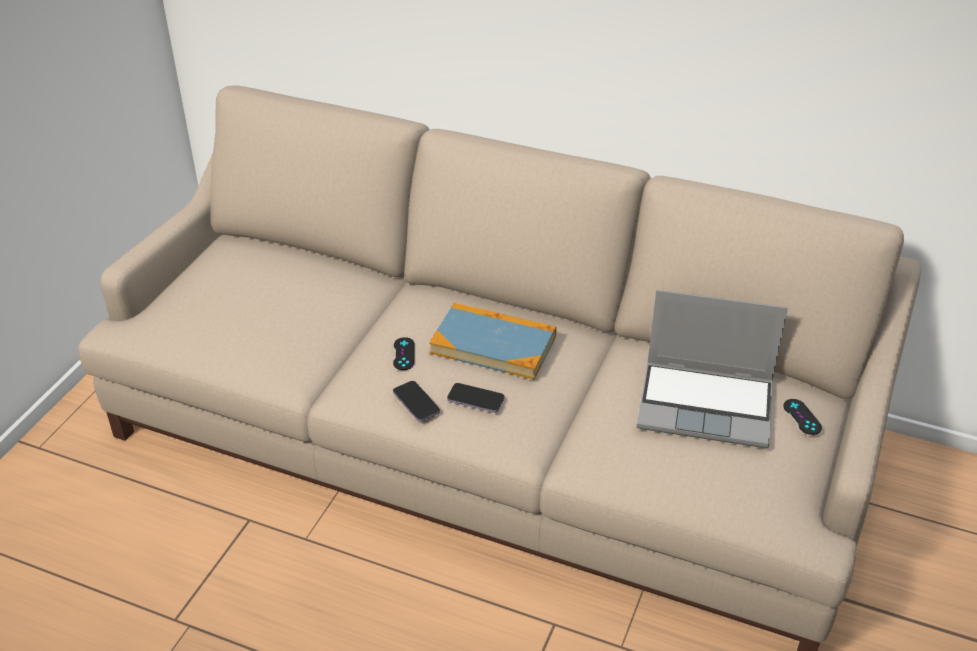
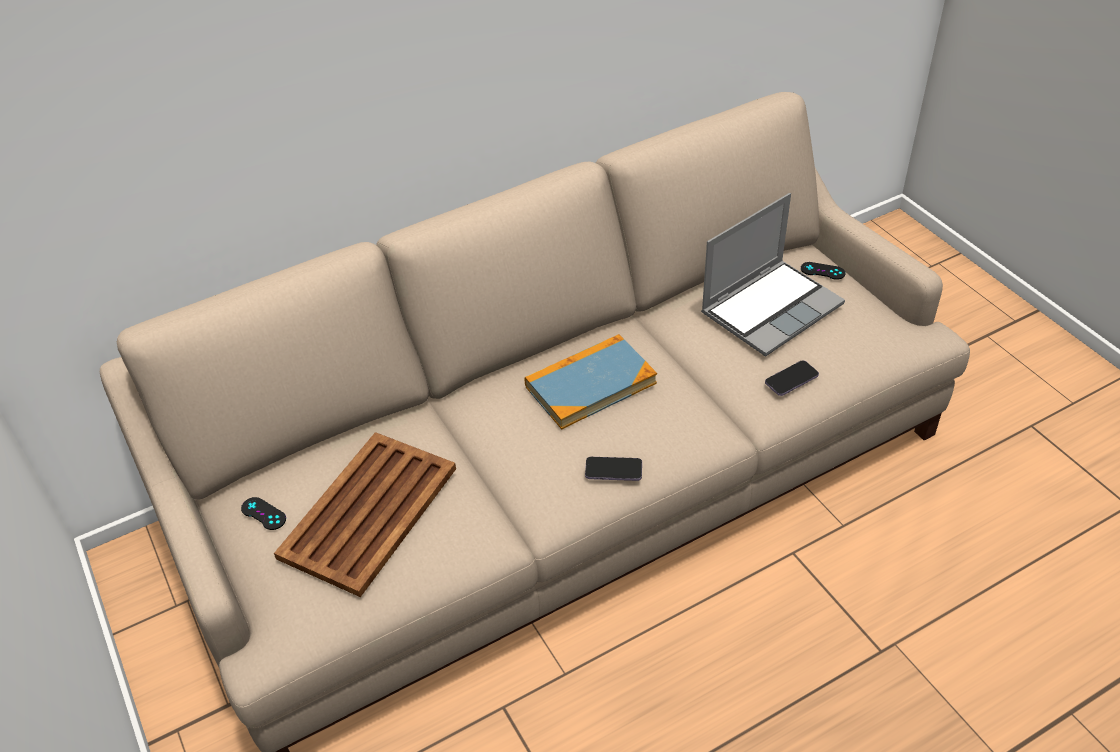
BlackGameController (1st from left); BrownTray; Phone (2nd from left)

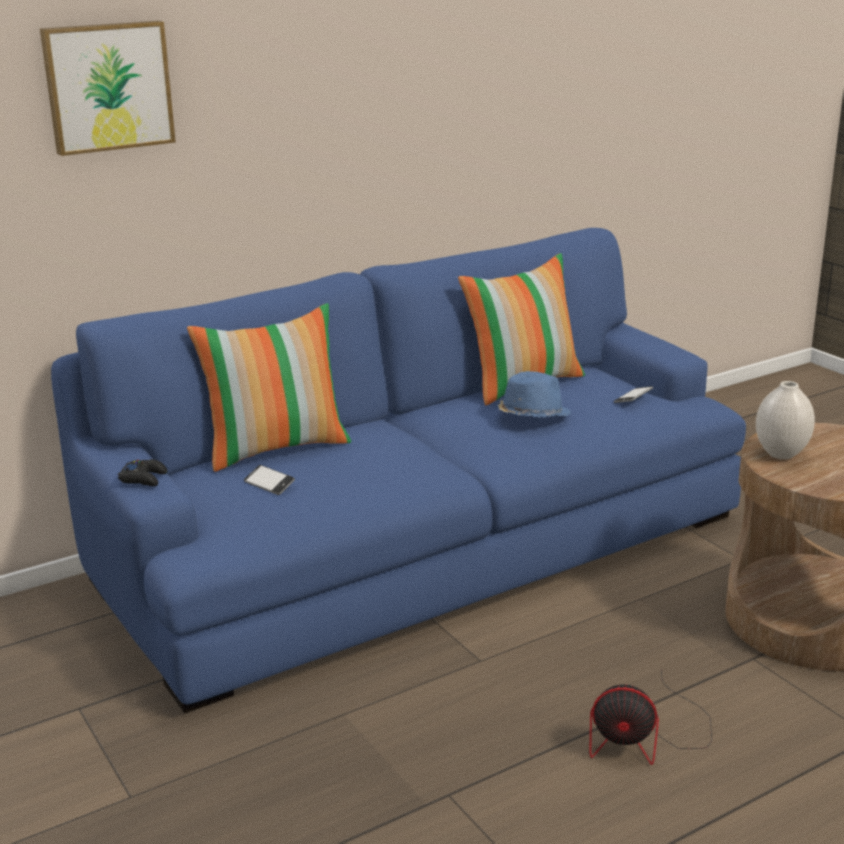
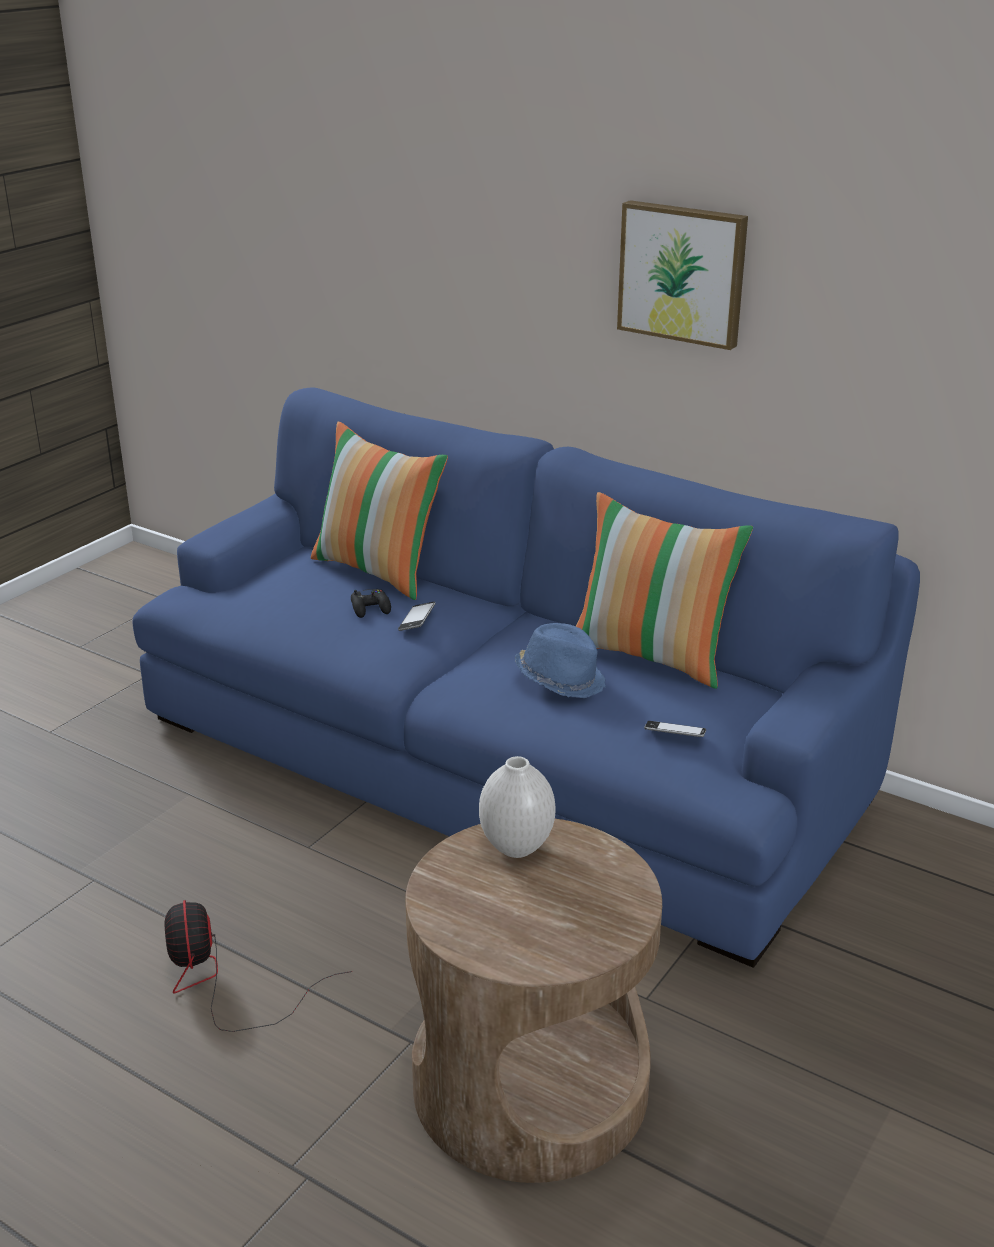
BlackGameController; Phone (1st from left); Picture

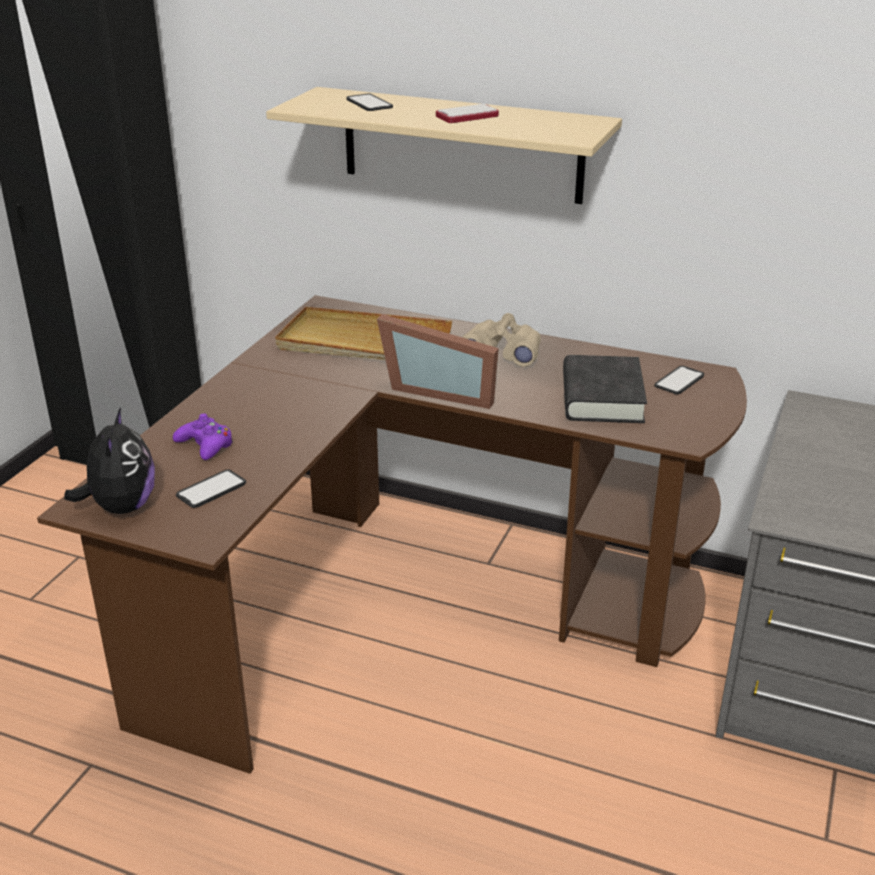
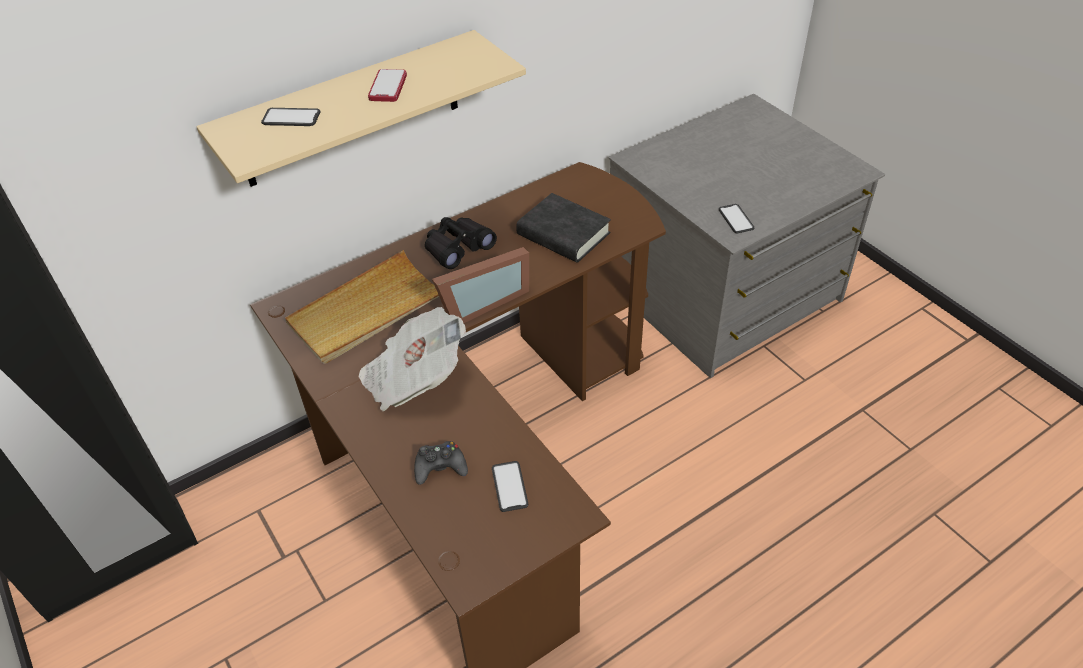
Newspaper; BlackGameController; BlackBinoculars; Phone (4th from left); PlushToy

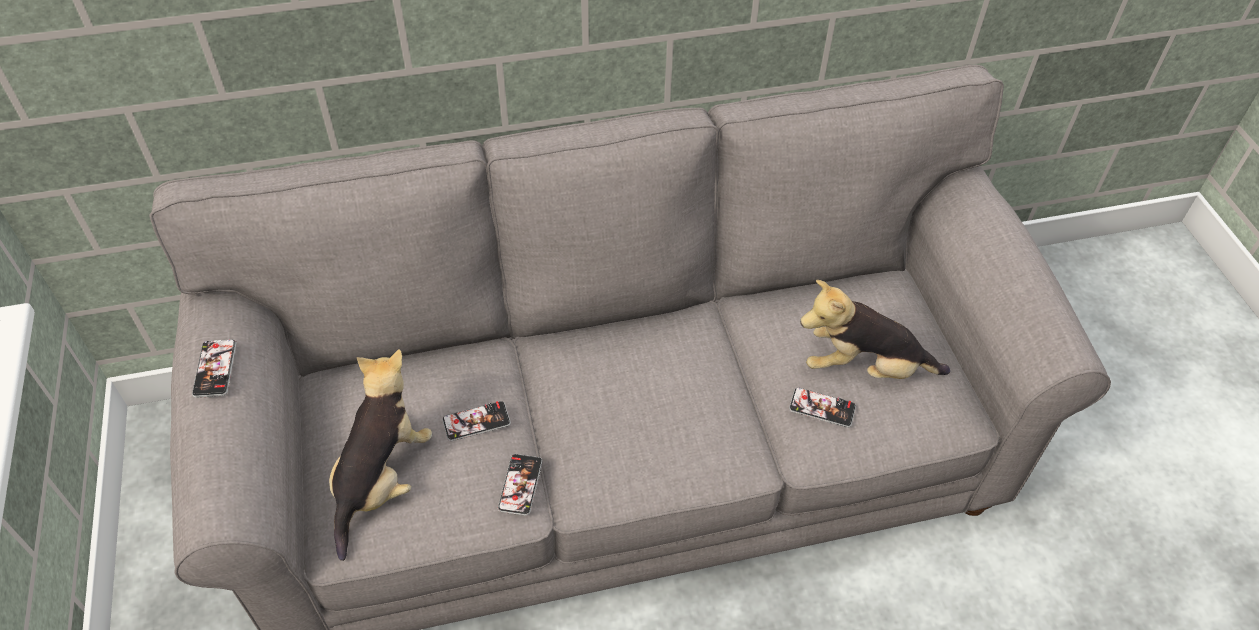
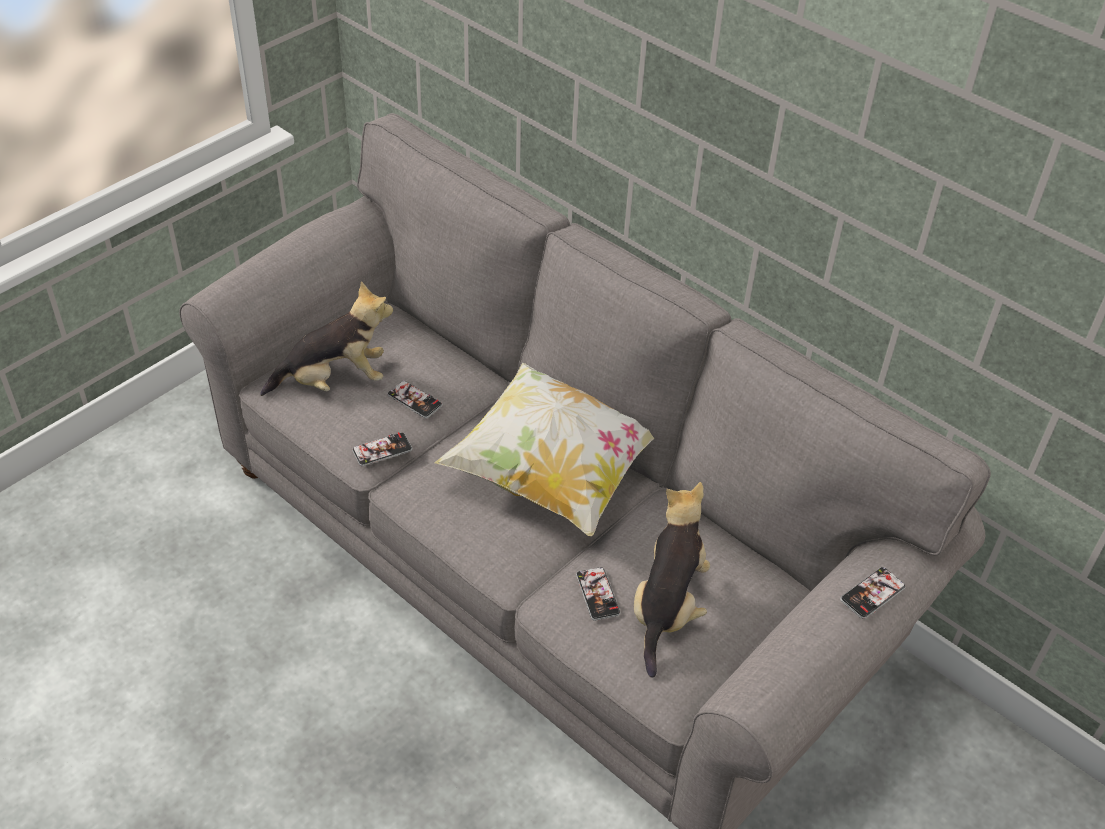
Pillow; PlushToy (2nd from left); Phone (4th from left)

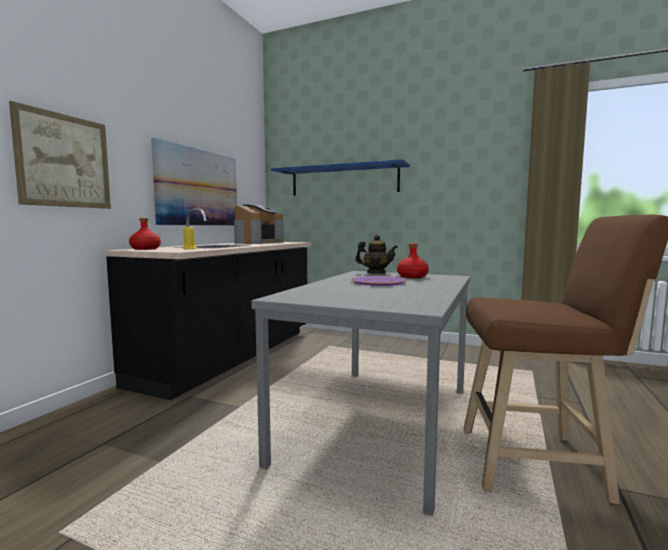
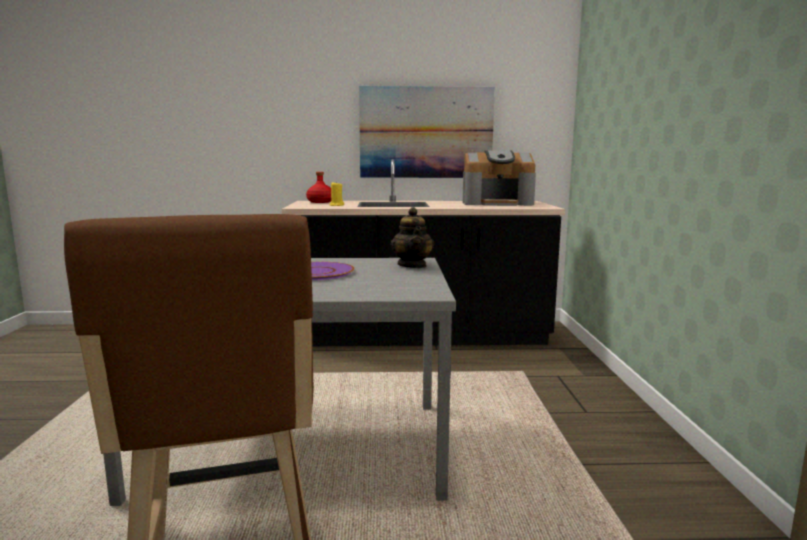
Picture (1st from left in the first image); BlueShelf; RedBottle (2nd from left in the first image)

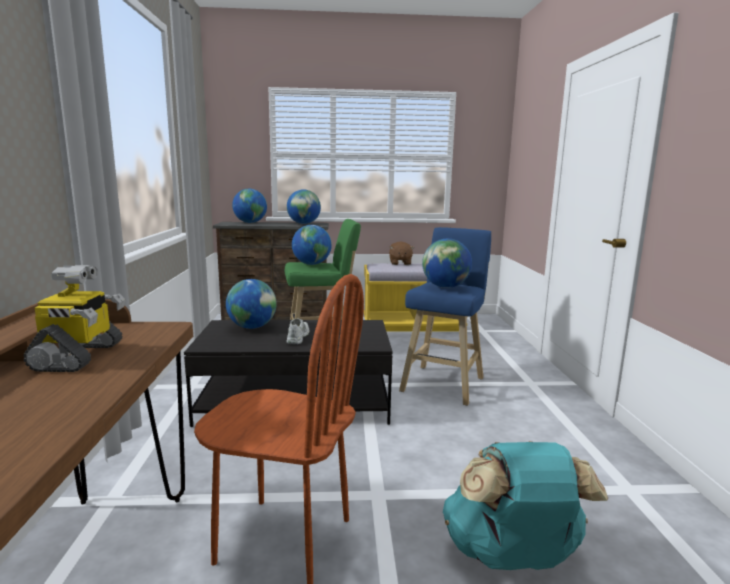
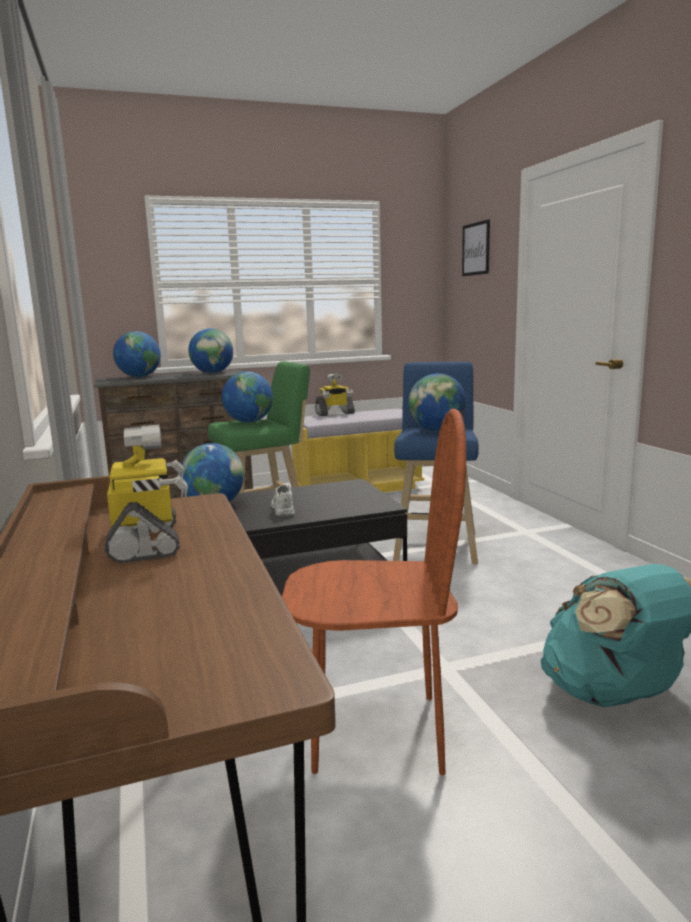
ToyRobot (2nd from left); Picture

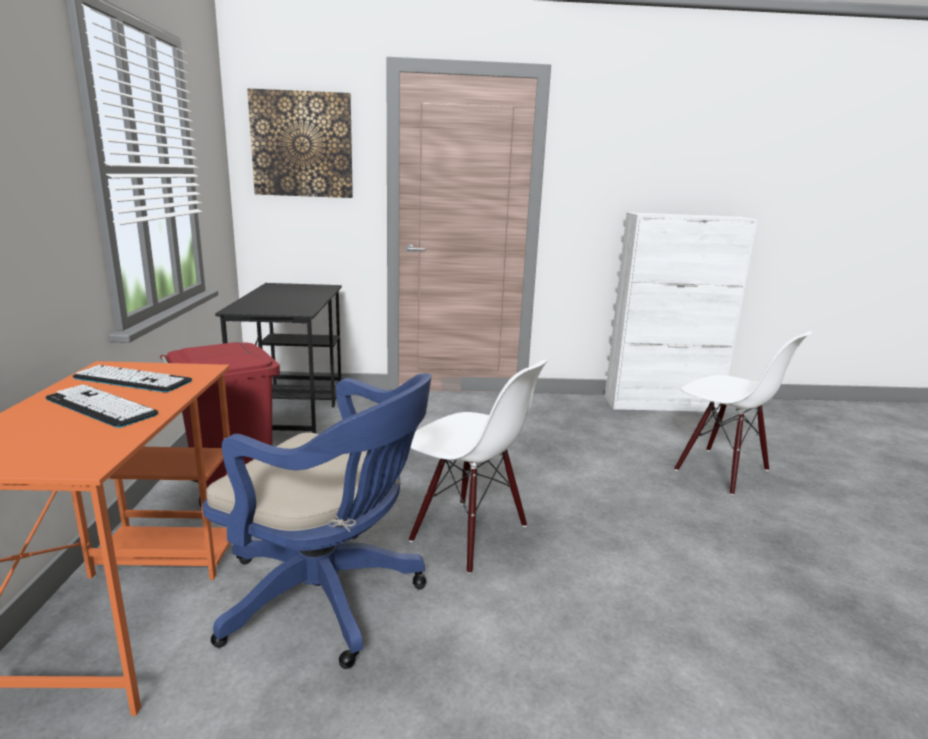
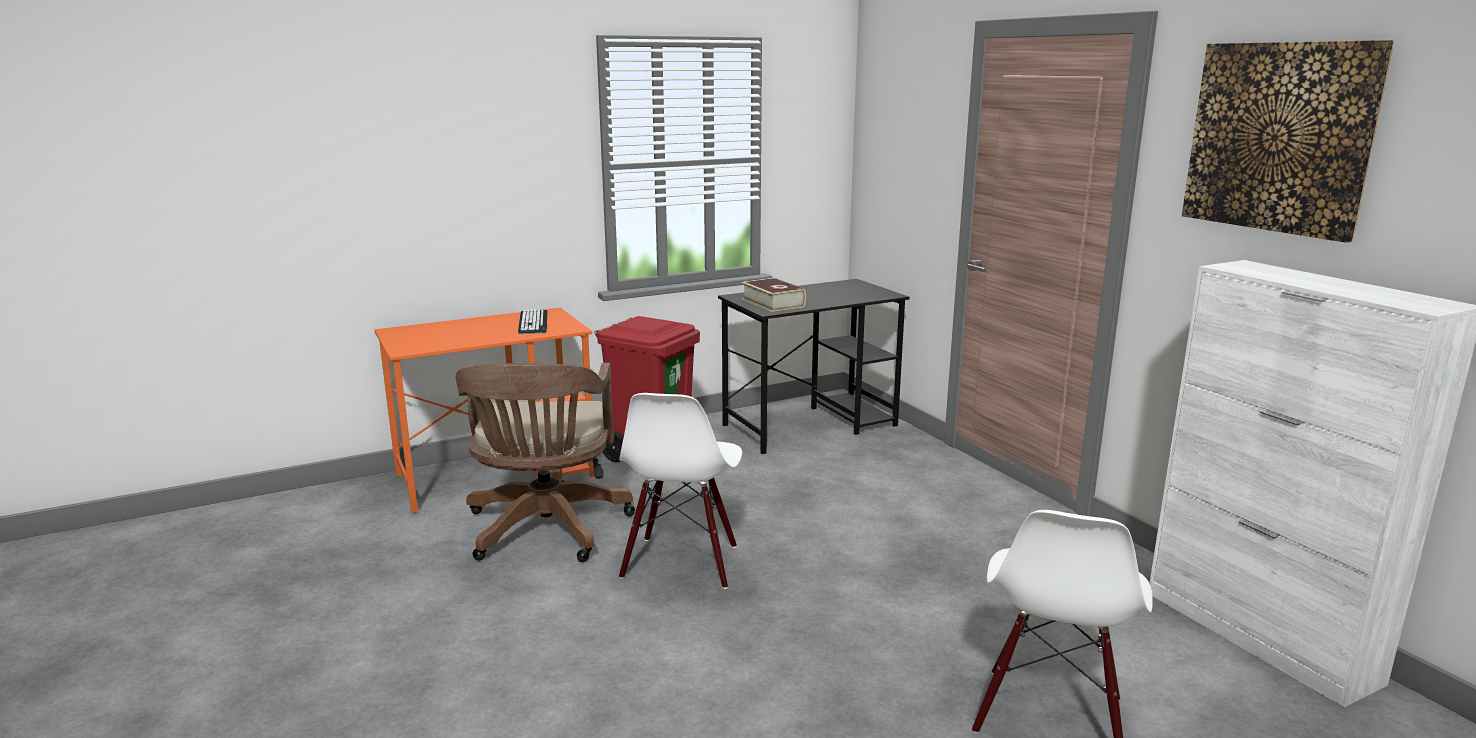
BrownOfficeChair; Book; Picture; Keyboard (1st from left in the first image)

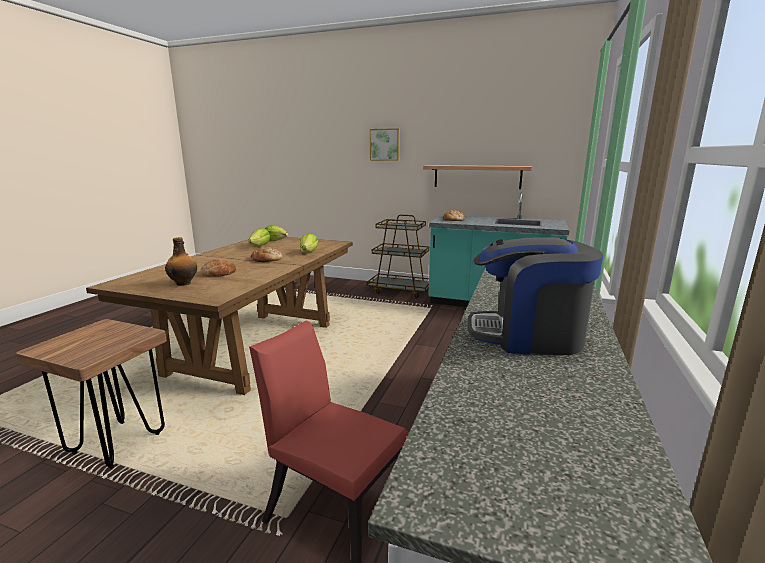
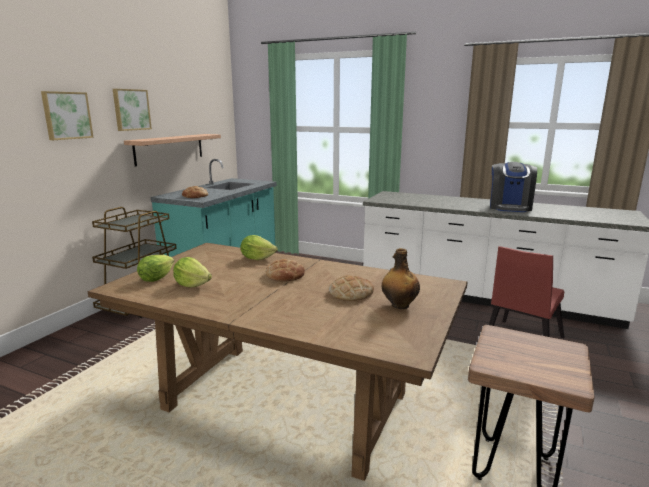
Picture (2nd from left)

